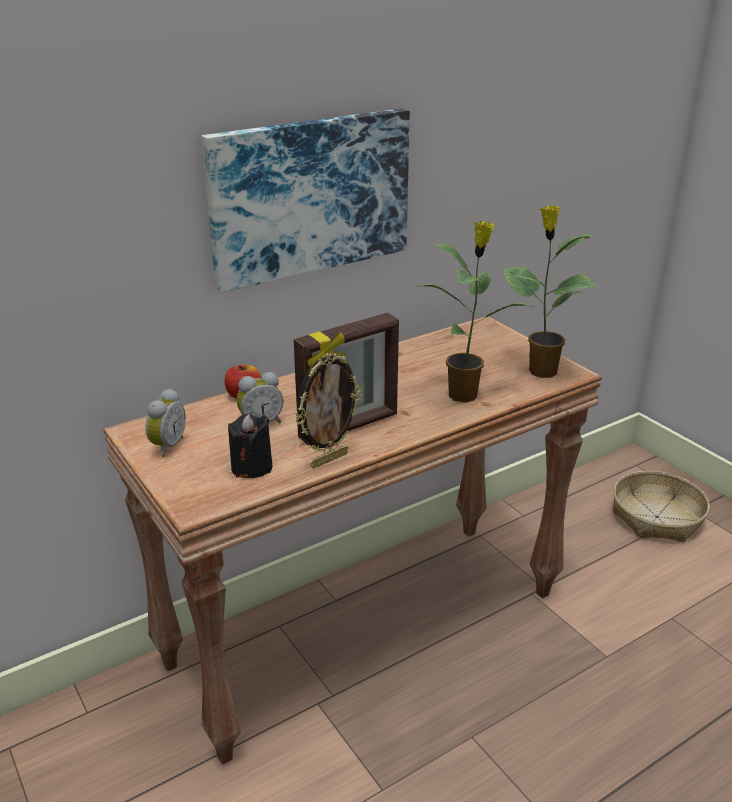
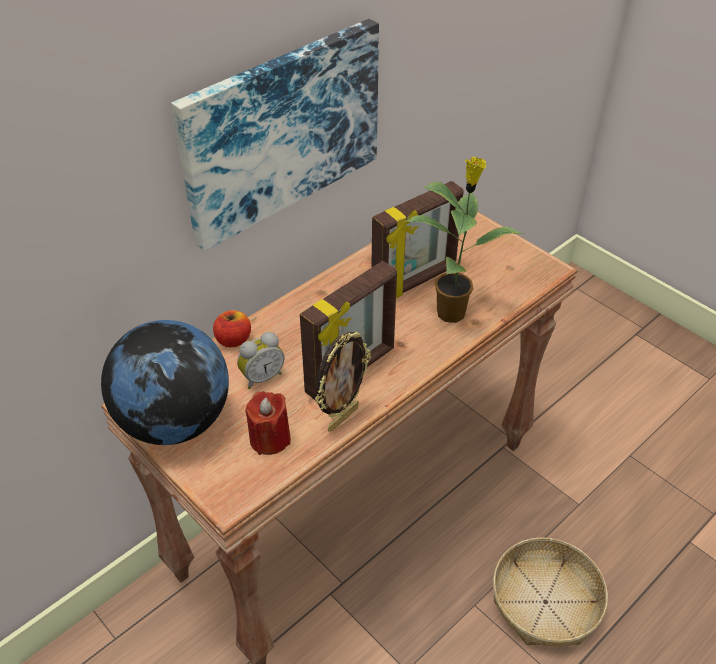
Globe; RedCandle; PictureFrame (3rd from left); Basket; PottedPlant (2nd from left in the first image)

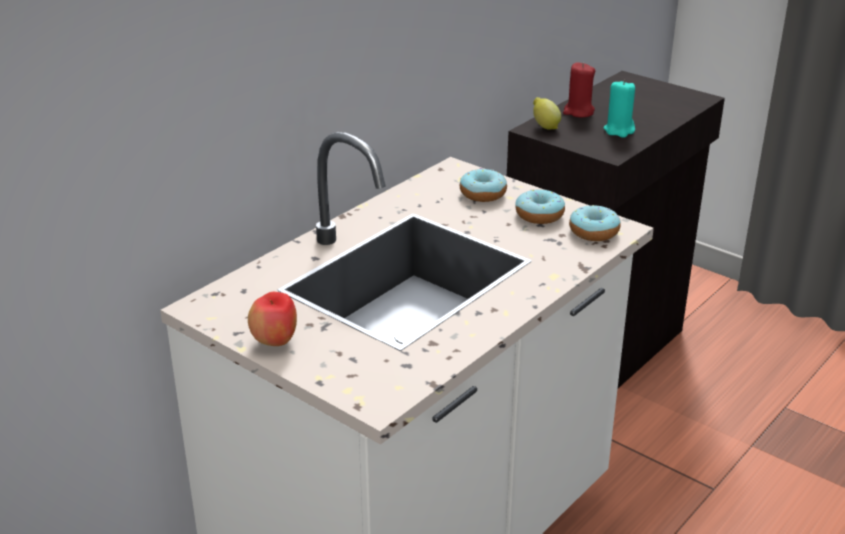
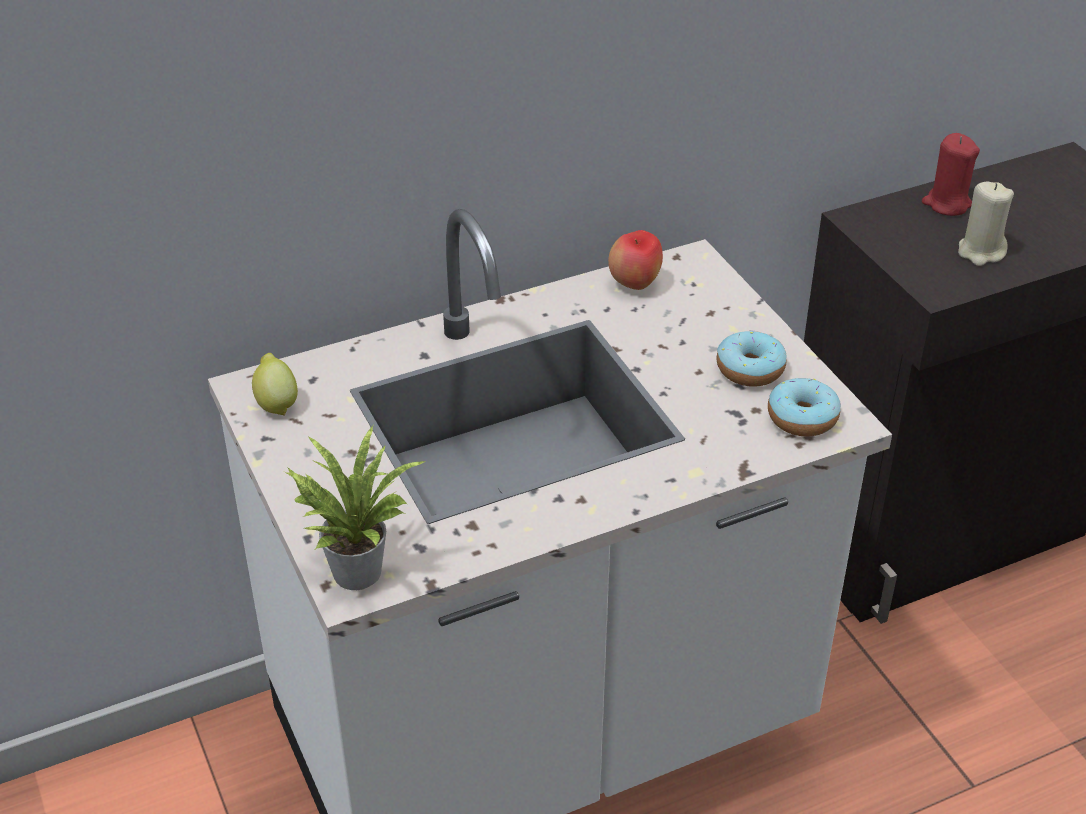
Lemon; PottedPlant; Apple; BeigeCandle; Donut (1st from left in the first image)

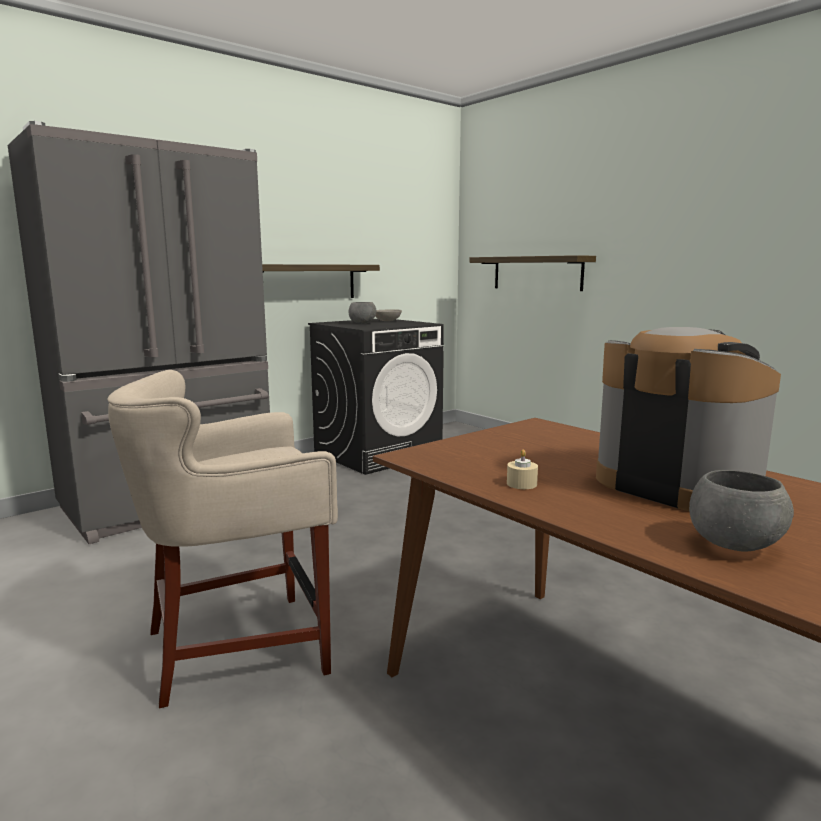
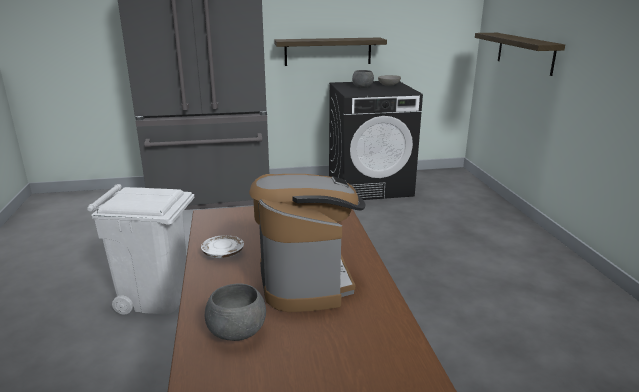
WhiteTrashCan; WhitePlate

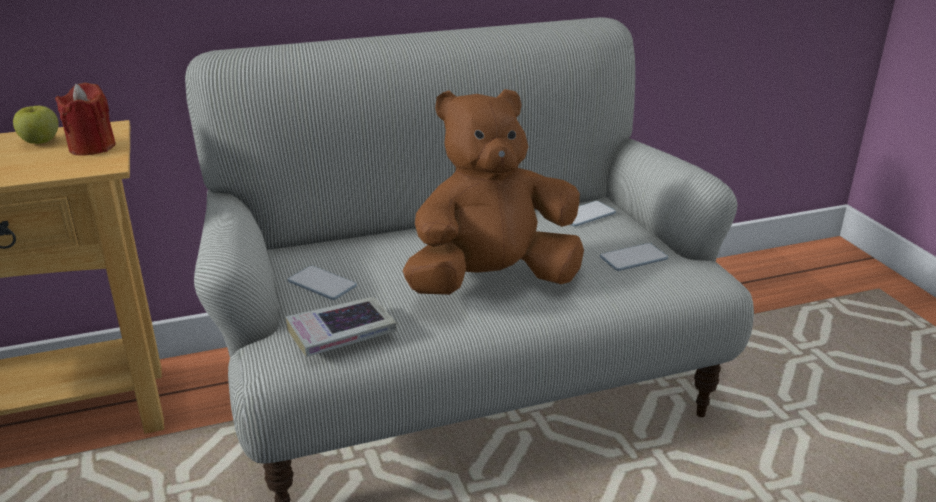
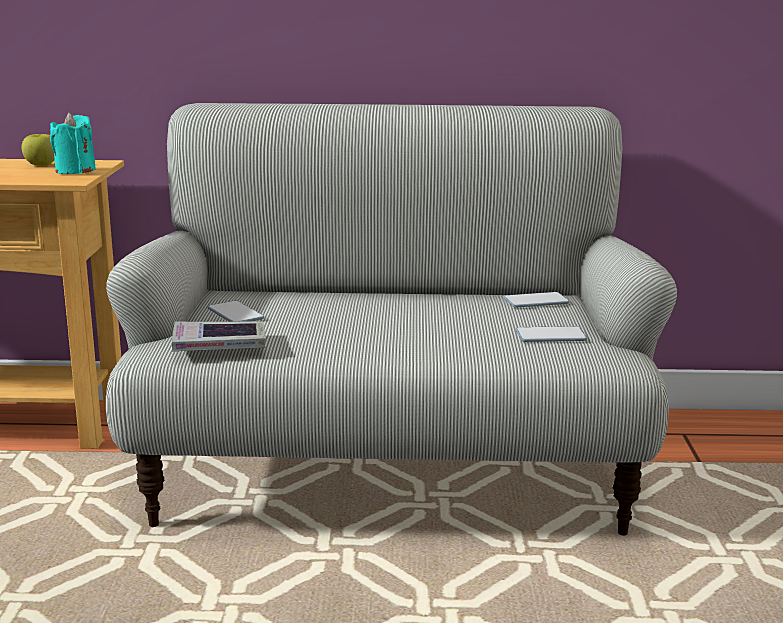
TurquoiseCandle; BrownPlushToy

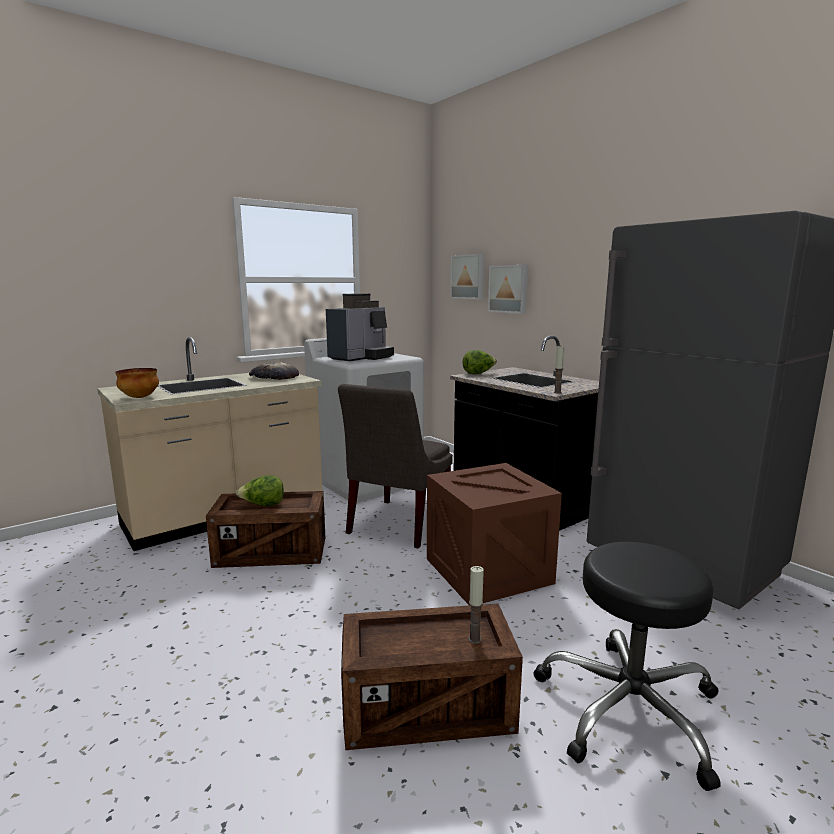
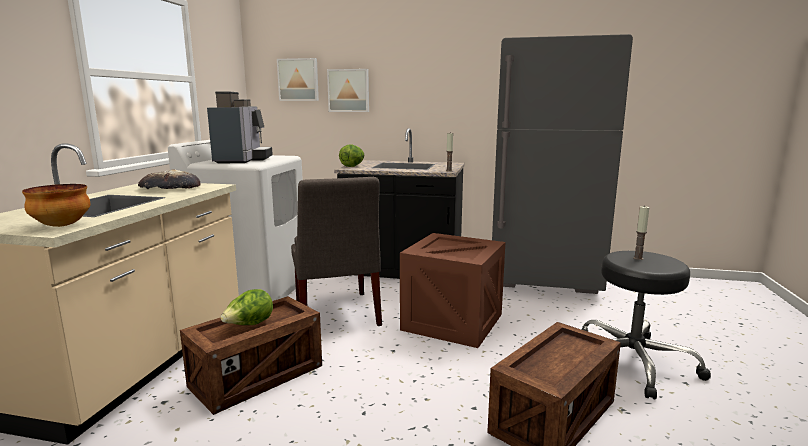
Candle (2nd from left)

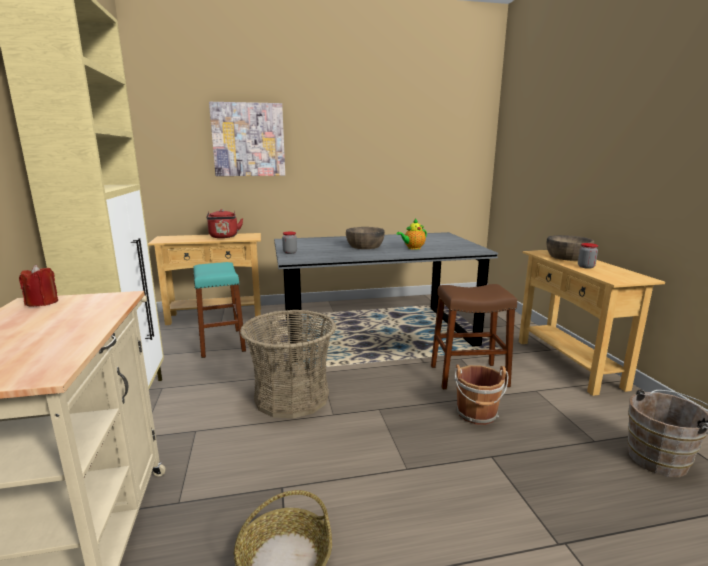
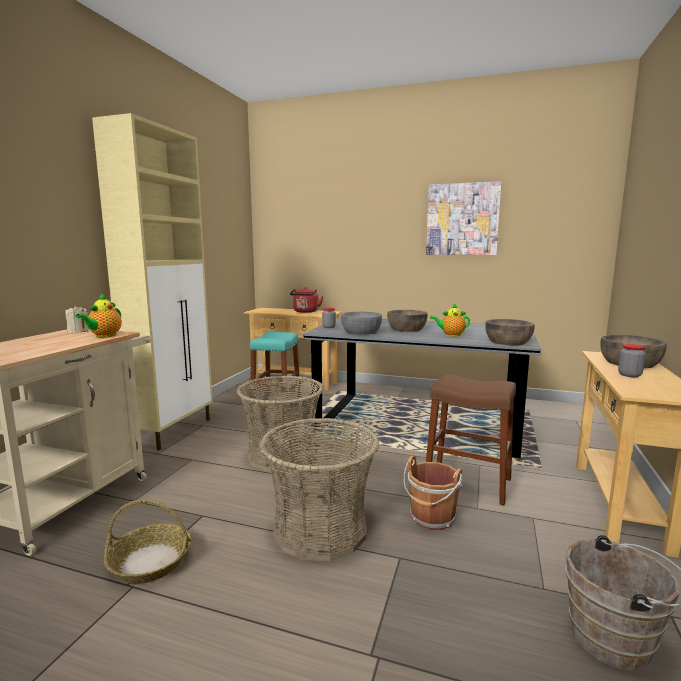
BeigeCandle; Teapot (1st from left); Basket (3rd from left); GreyBowl; Picture; BrownBowl (2nd from left)

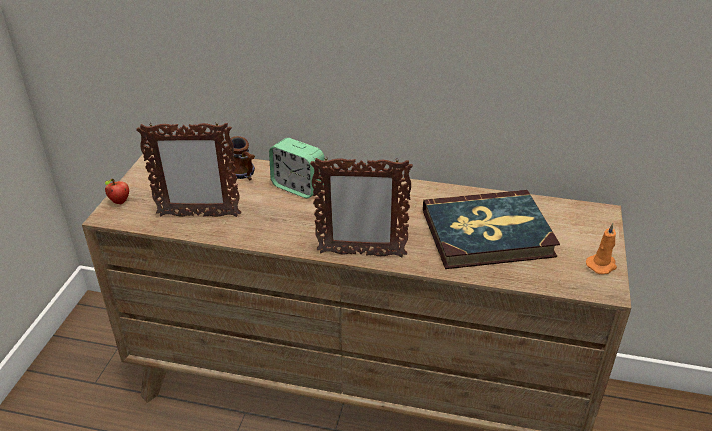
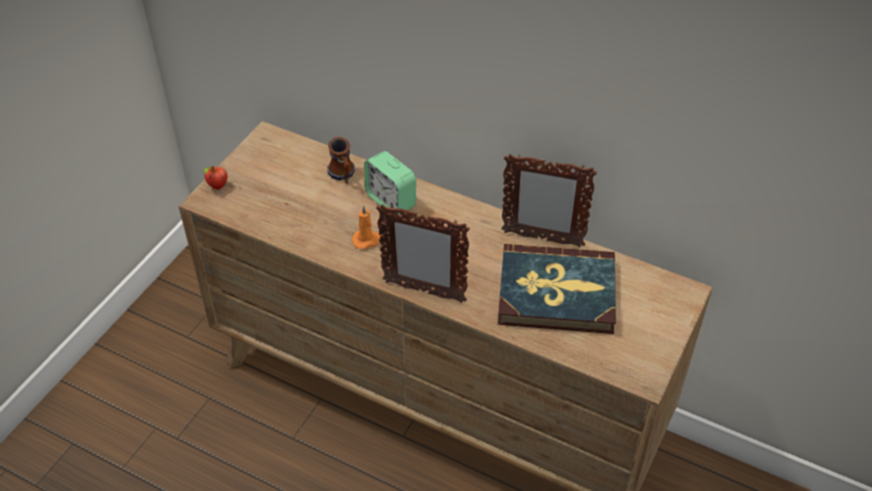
OrangeCandle; PictureFrame (2nd from left)

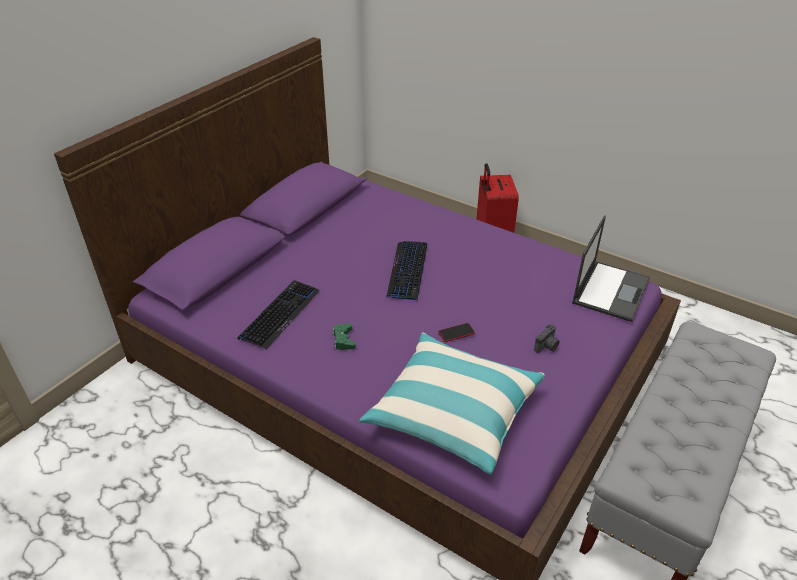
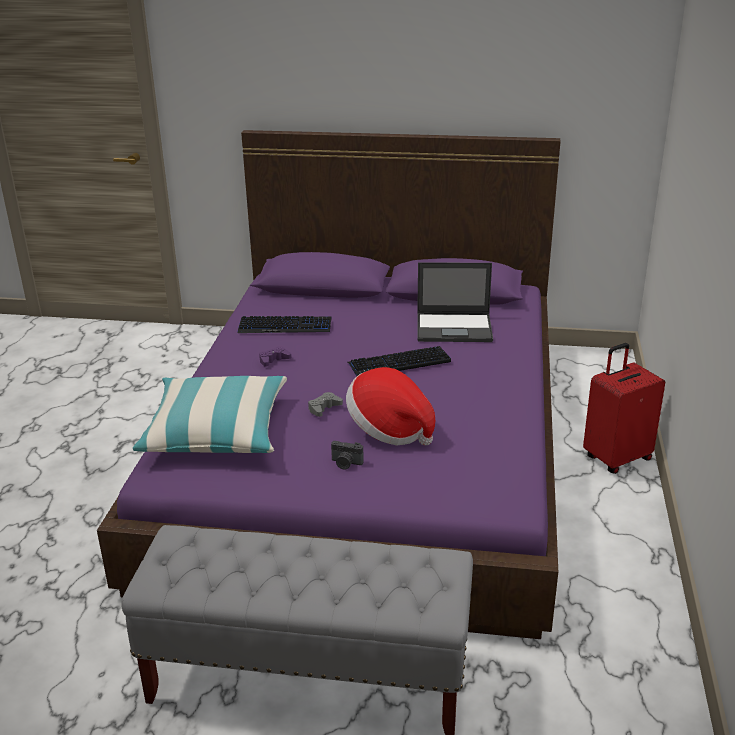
PurpleGameController; GreyGameController; Hat; Laptop

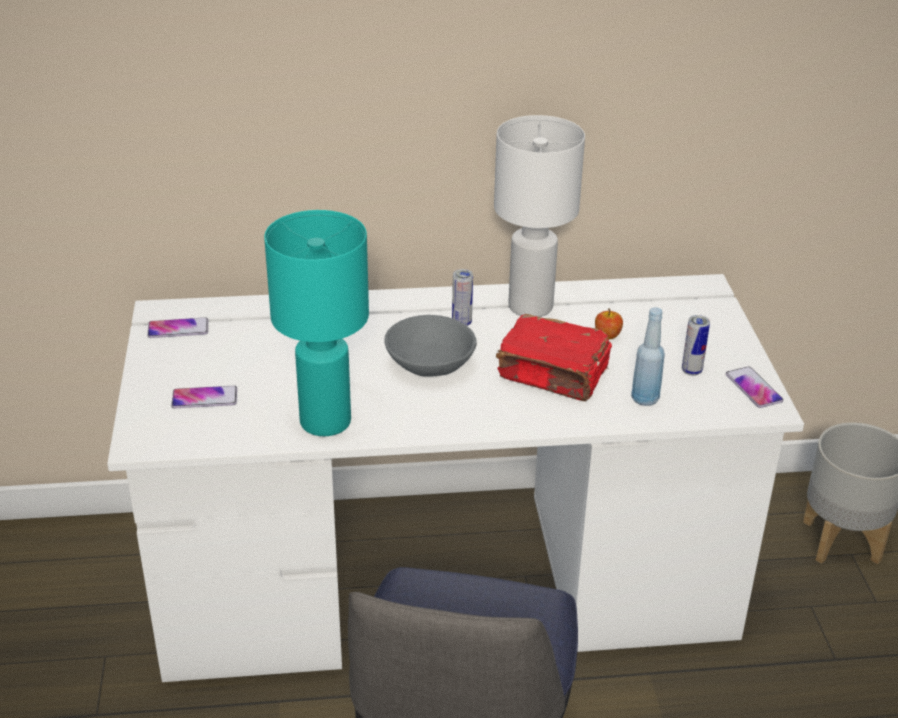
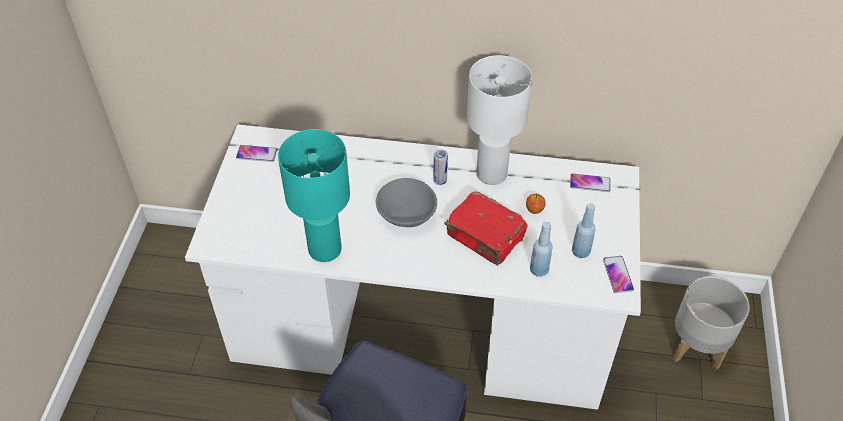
Phone (2nd from left); BlueBottle (2nd from left)

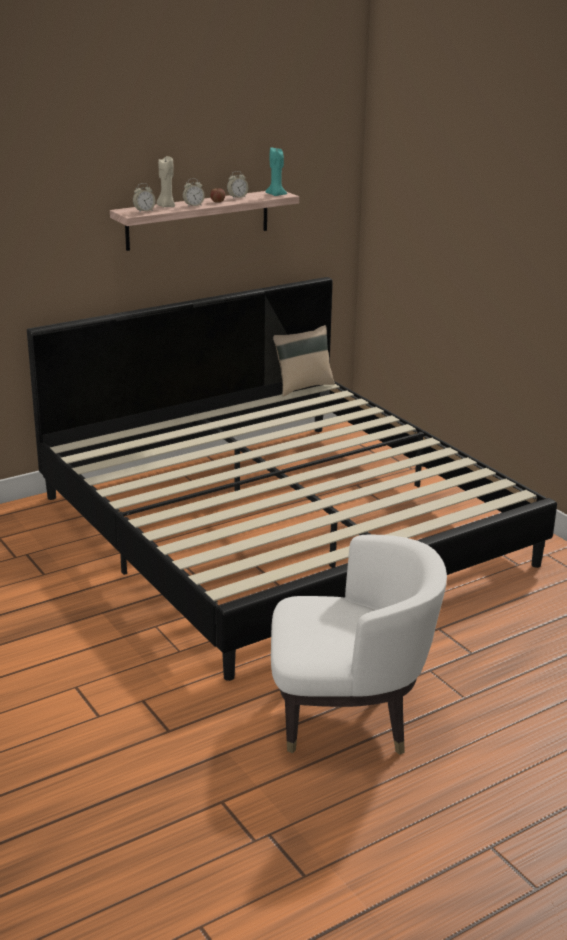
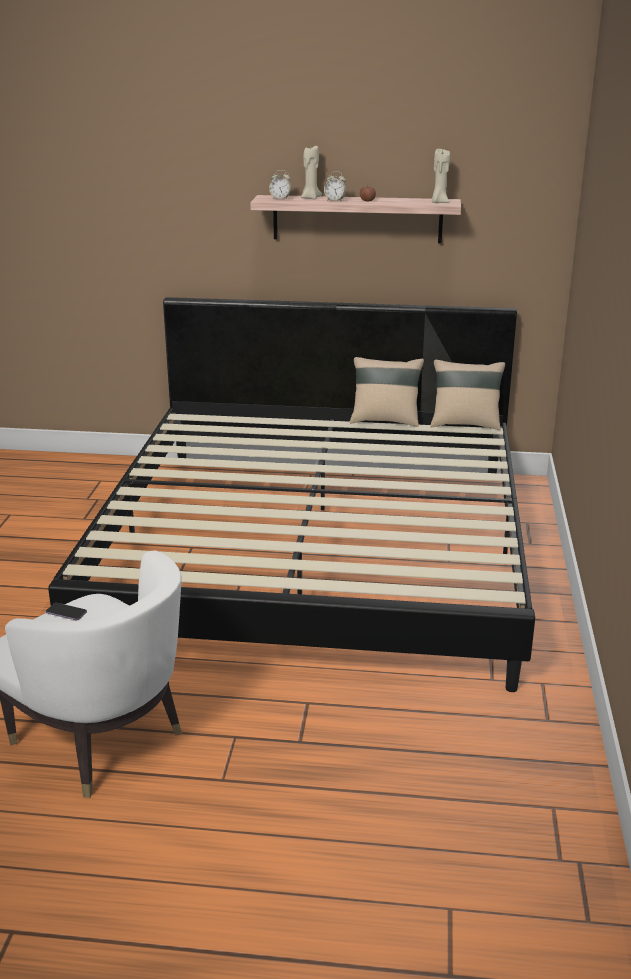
Phone; BeigePillow (1st from left); BeigeCandle (2nd from left); AlarmClock (3rd from left in the first image)

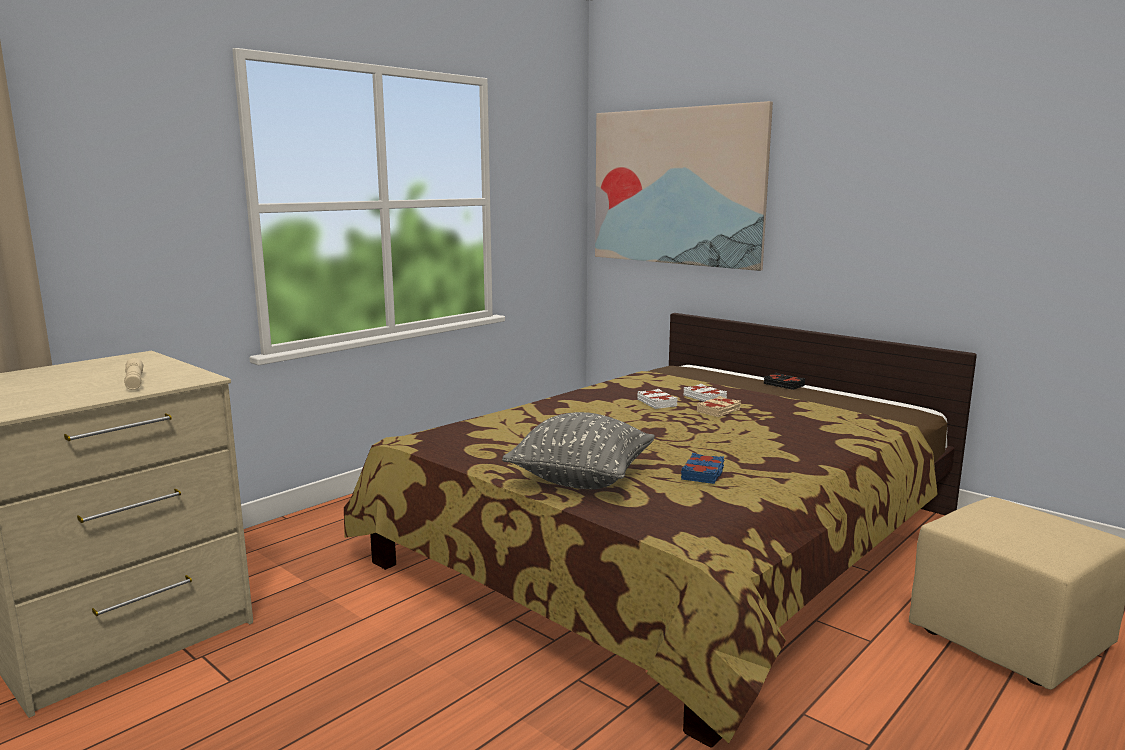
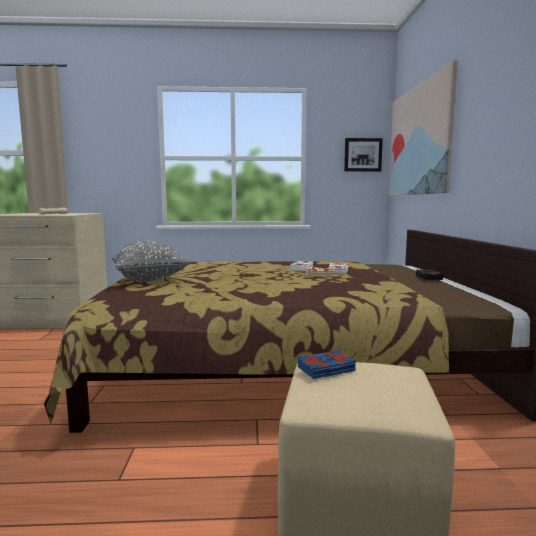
BlueBook; Picture (1st from left)

